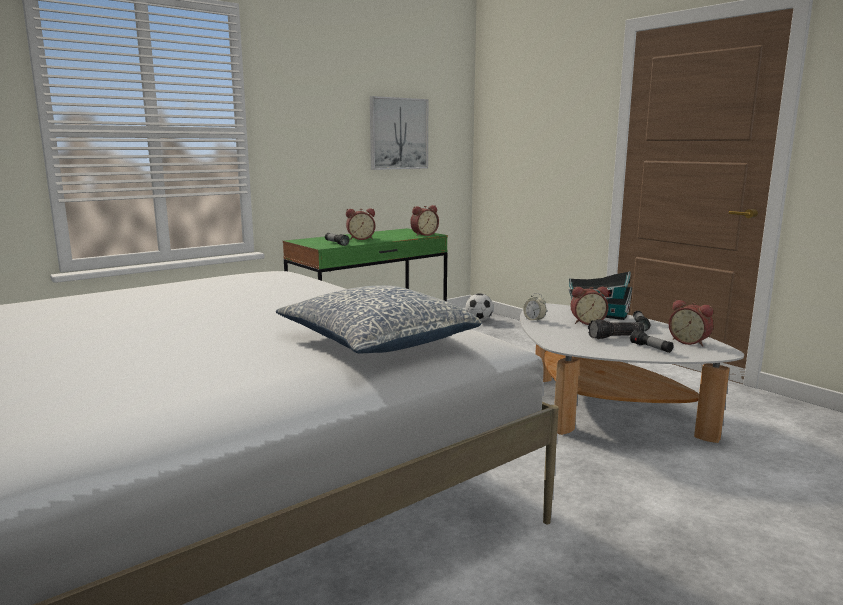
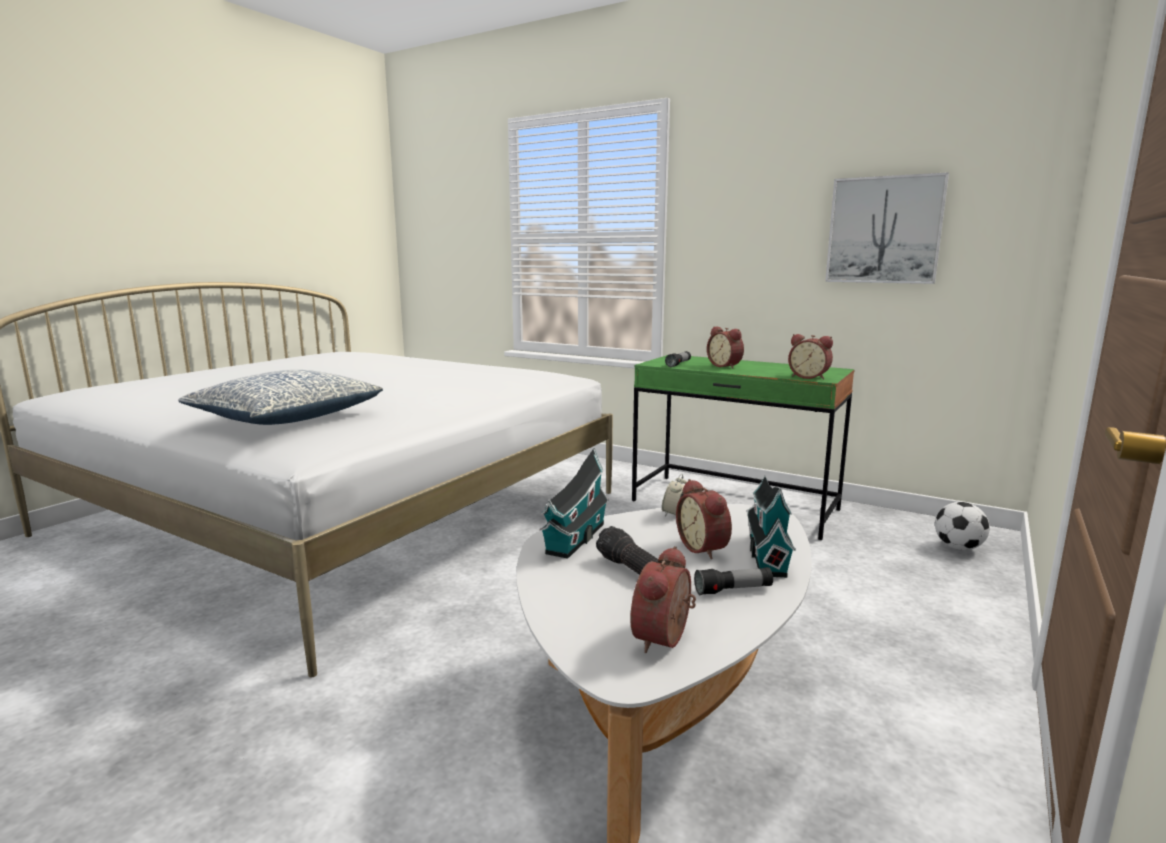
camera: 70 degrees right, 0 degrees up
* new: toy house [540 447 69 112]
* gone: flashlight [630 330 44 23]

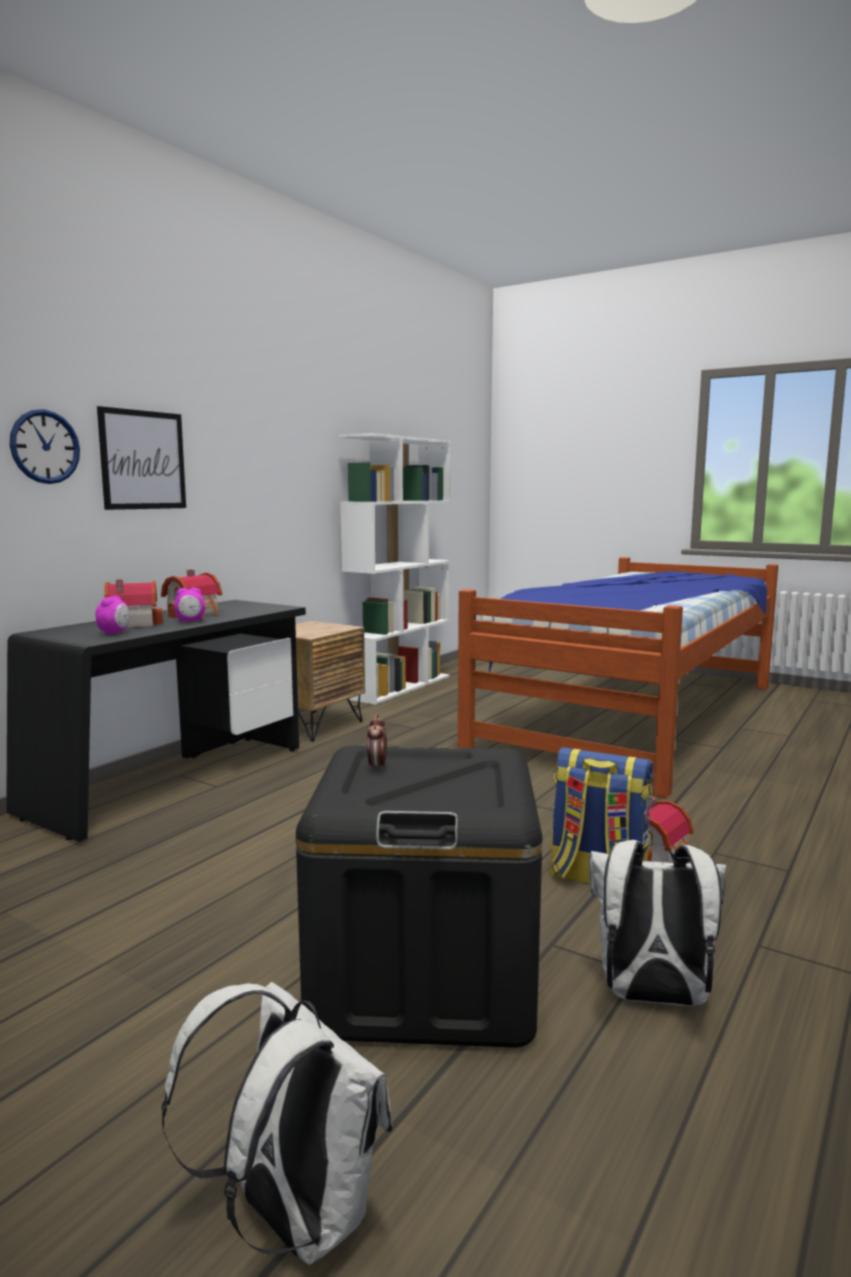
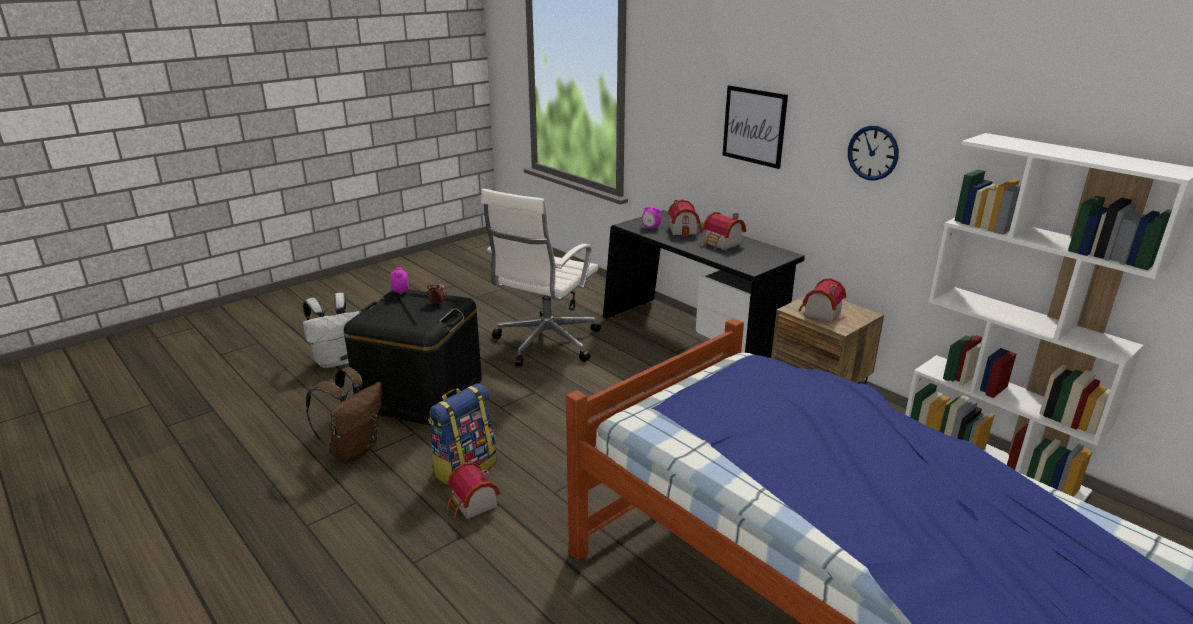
camera: 105 degrees right, 15 degrees up
* repainted: backpack (white) [589 840 137 166] to backpack (brown) [306 367 76 95]
* shifted: alarm clock [174 587 31 35] to [390 267 19 28]
* new: office chair (white) [481 189 120 177]
* new: toy house [799 278 47 44]
* shifted: wall clock [10 409 70 75] to [848 126 51 55]

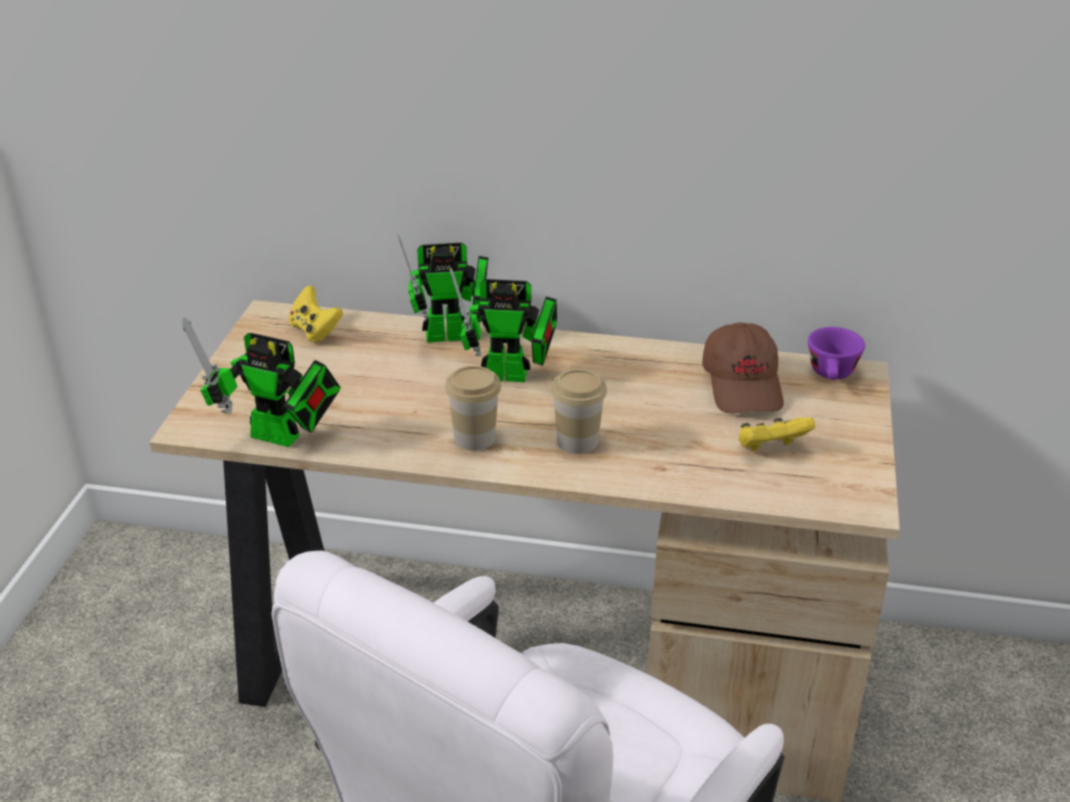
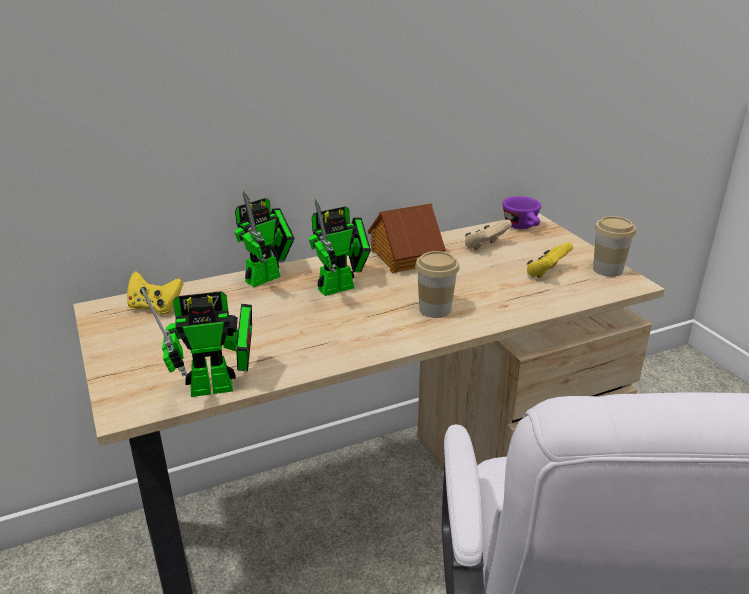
camera: 35 degrees left, 5 degrees down
* new: toy house [368 203 78 70]
* swapped: cap (brown) [702 322 82 92] to game controller (beige) [465 219 47 31]
* shifted: cup [445 366 56 85] to [593 216 43 61]

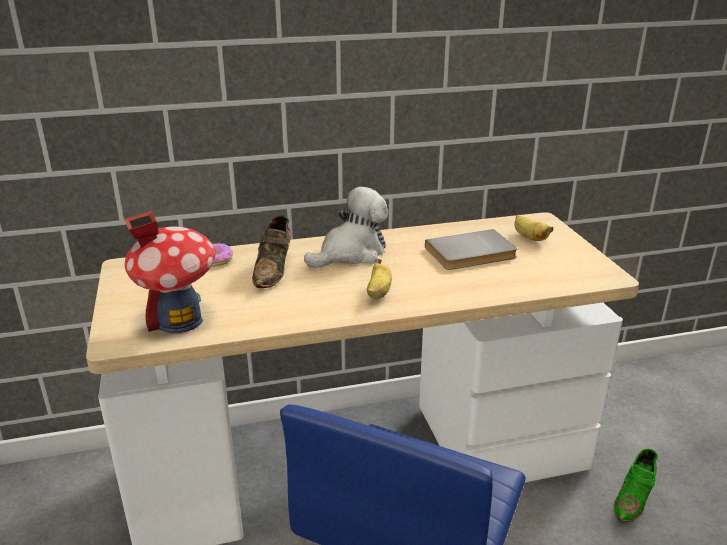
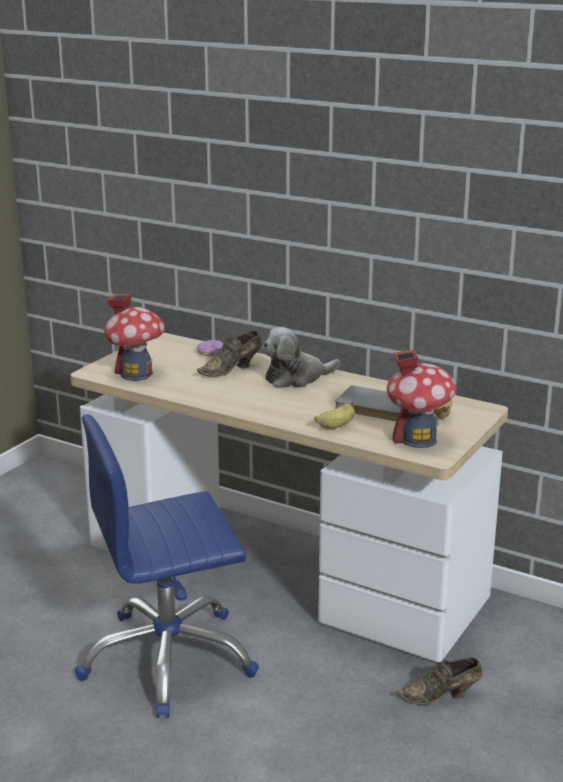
camera: 45 degrees right, 5 degrees down
* rotated: plush toy [304 187 84 81] = [262 327 78 61] 150 degrees clockwise
* shifted: banana [367 259 25 40] to [314 402 41 27]
* new: toy house [386 349 71 99]
* repainted: shoe (green) [614 449 44 73] to shoe (brown) [396 657 86 48]

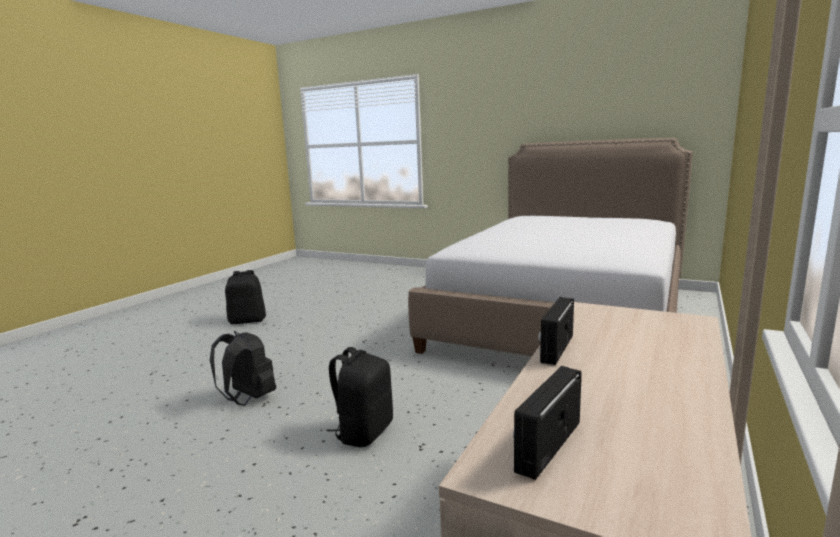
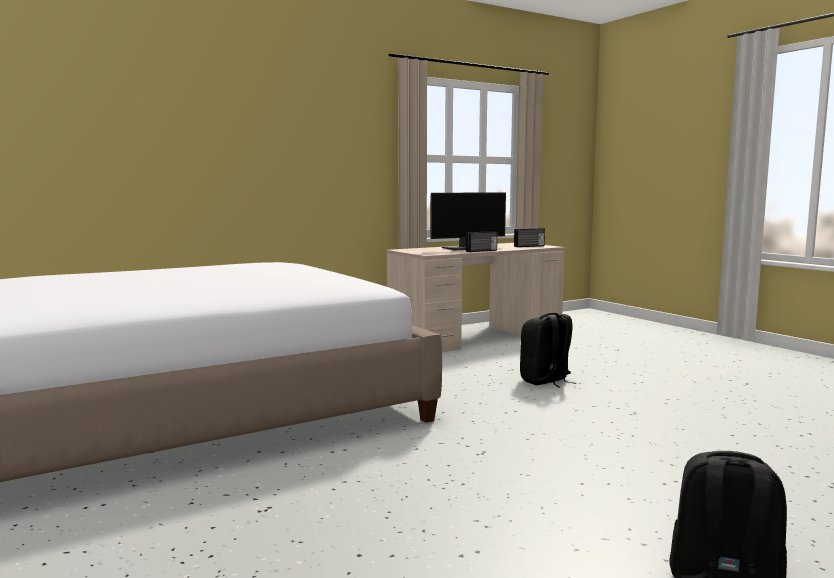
camera: 150 degrees left, 5 degrees down
* new: monitor [430 192 76 59]
* gone: backpack (black) [210 331 66 75]

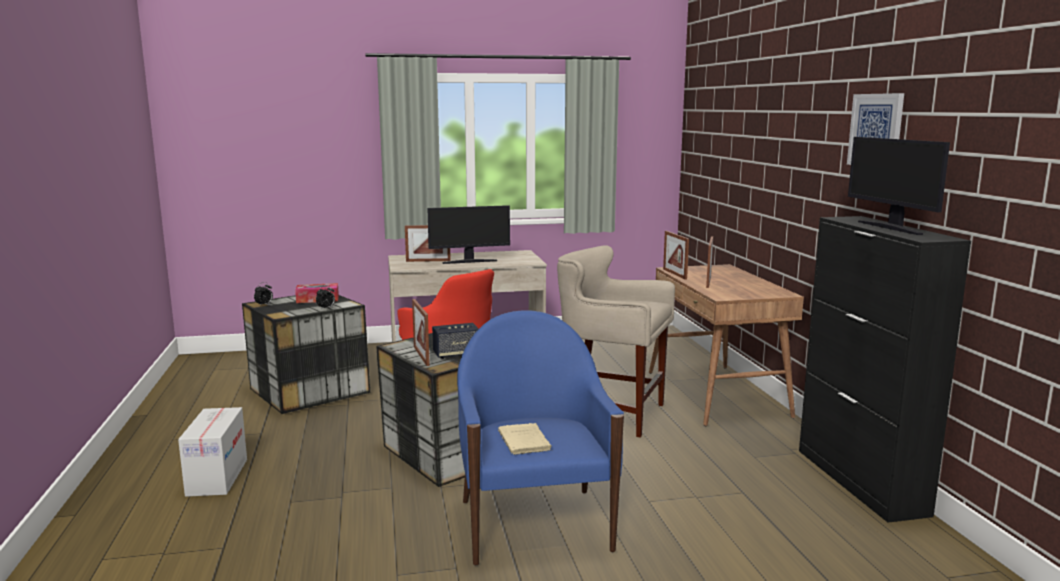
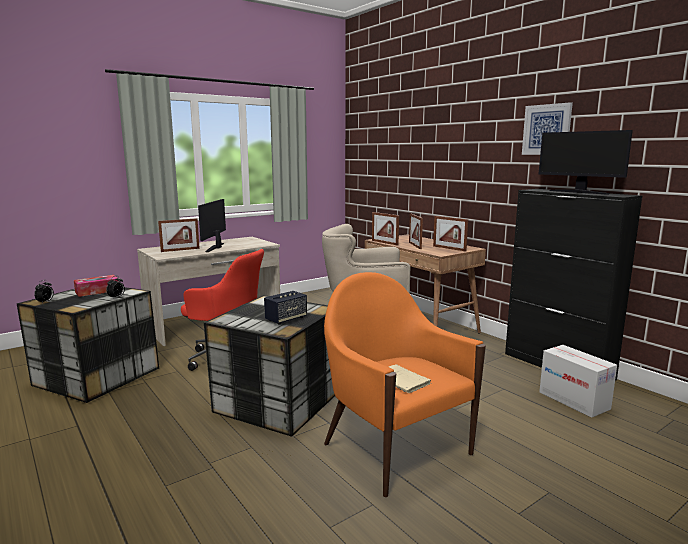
camera: 25 degrees left, 0 degrees up
* rotated: monitor [427 205 83 59] = [198 199 28 53] 135 degrees clockwise
* repainted: armchair (blue) [457 310 167 256] to armchair (orange) [324 272 162 225]
* shifted: picture frame [412 299 18 67] to [433 216 35 35]
* shifted: cardboard box [178 407 69 90] to [539 345 78 73]

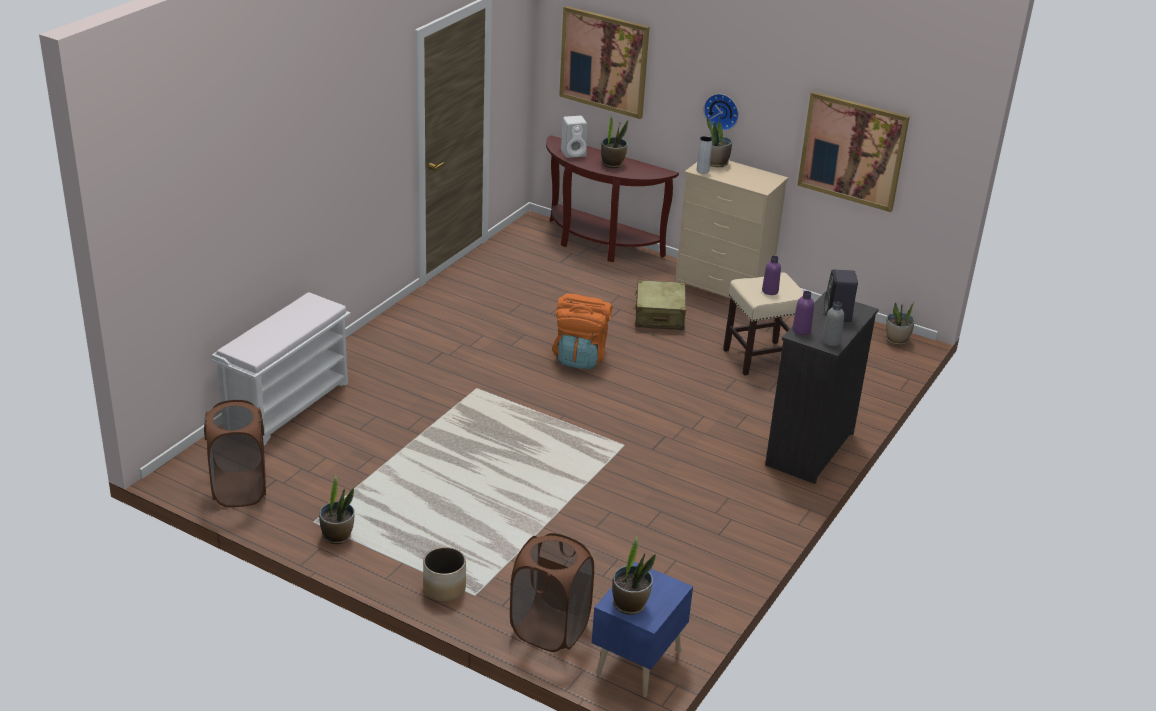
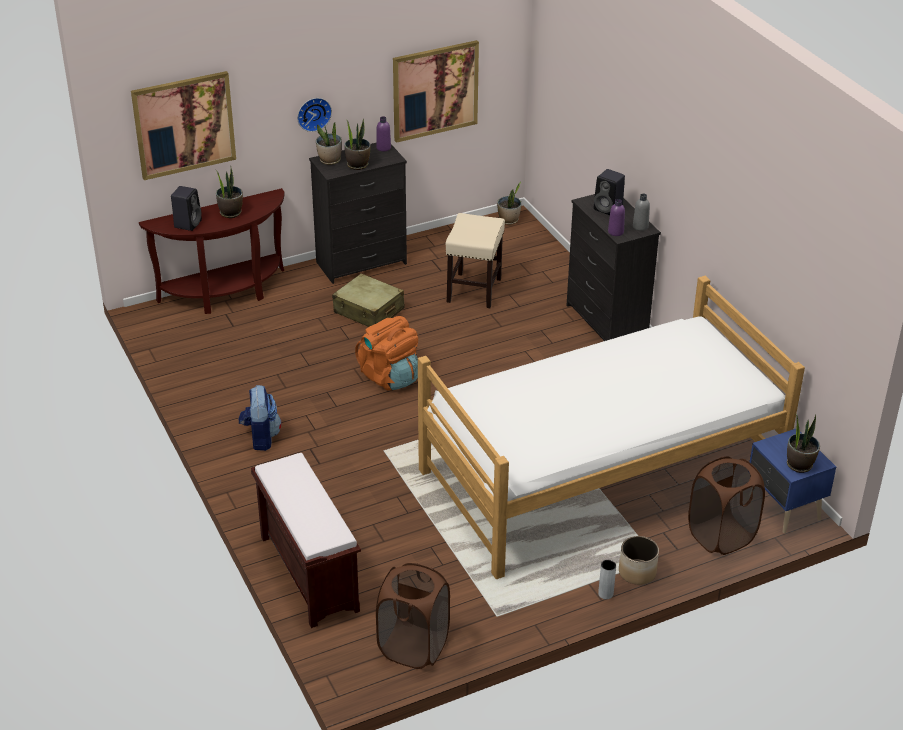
camera: 55 degrees left, 5 degrees up
* repainted: speaker (white) [561 116 26 42] to speaker (black) [171 186 31 45]
* new: backpack [239 385 43 66]
* repainted: bench (white) [212 292 139 154] to bench (brown) [251 453 110 175]
* repainted: dresser (beige) [675 160 113 138] to dresser (black) [309 143 98 141]
* shifted: potted plant [319 476 36 68] to [344 119 27 51]
* shifted: bottle (purple) [762 256 19 39] to [376 116 15 35]
* new: bed [418 276 387 303]
* shifted: vase (grey) [697 136 16 37] to [598 560 18 39]

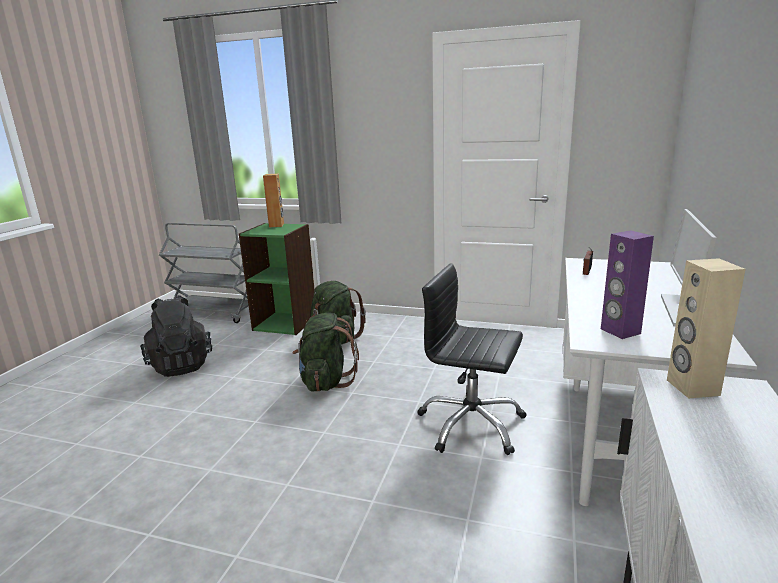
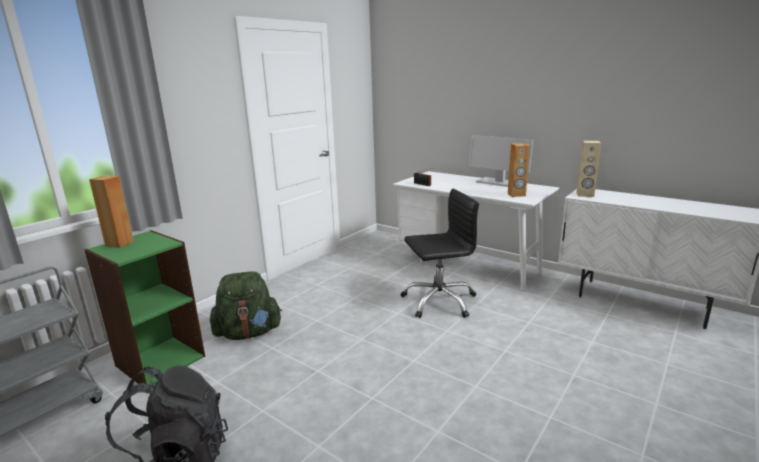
camera: 70 degrees left, 0 degrees up
* rotated: office chair (black) [417 263 110 192] = [400 188 79 130] 150 degrees counterclockwise
* repainted: speaker (purple) [601 230 53 109] to speaker (brown) [508 143 22 54]
* gone: backpack (green) [292 313 67 78]

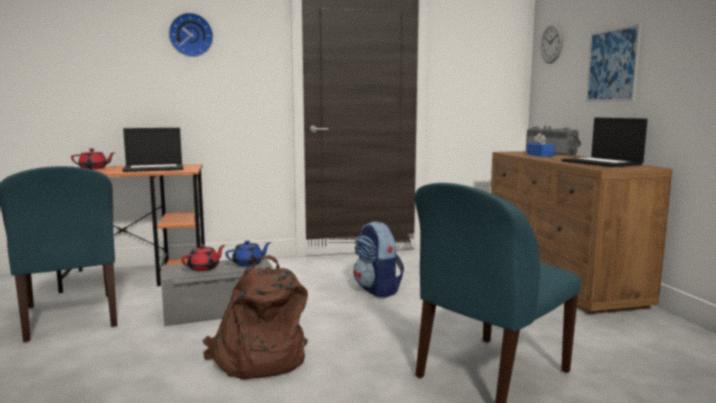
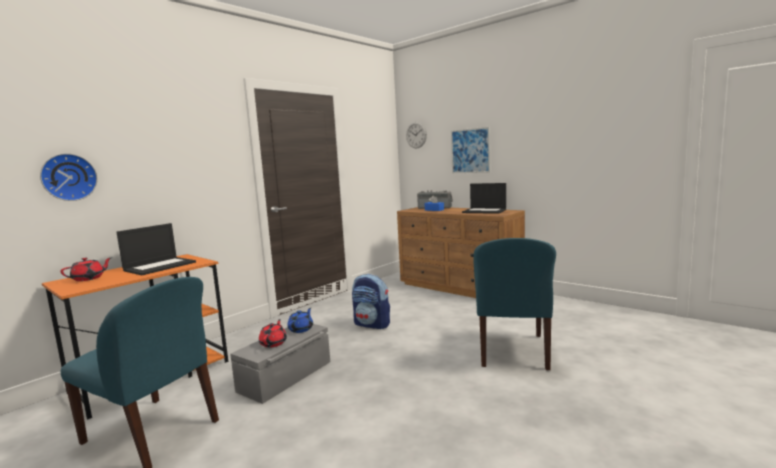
camera: 35 degrees left, 0 degrees up
* shifted: wall clock [169 13 44 44] to [40 153 58 48]
* gone: backpack (brown) [202 255 106 125]

